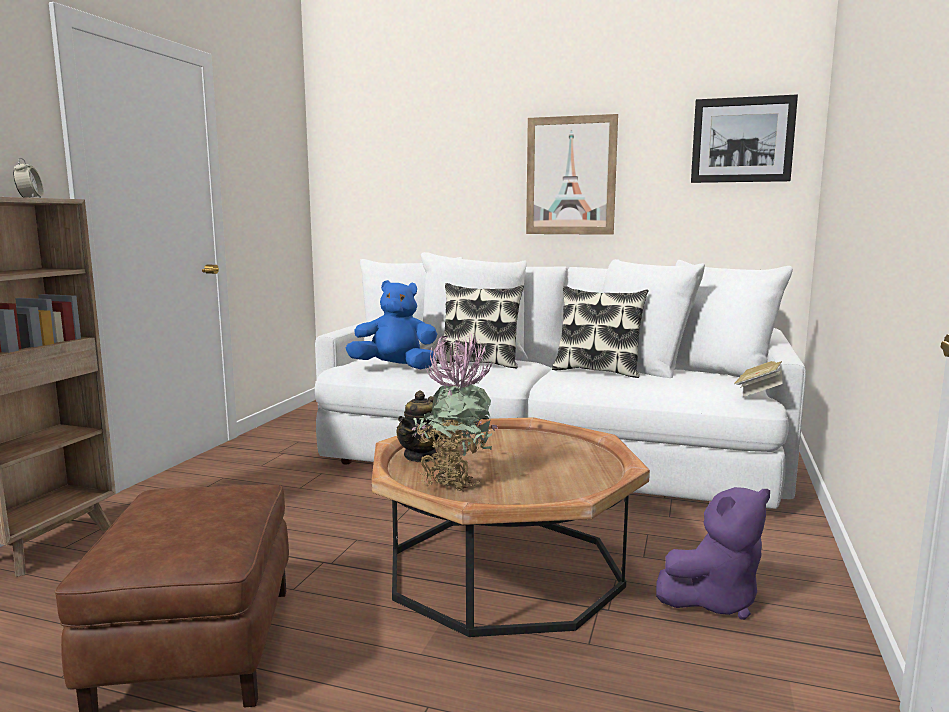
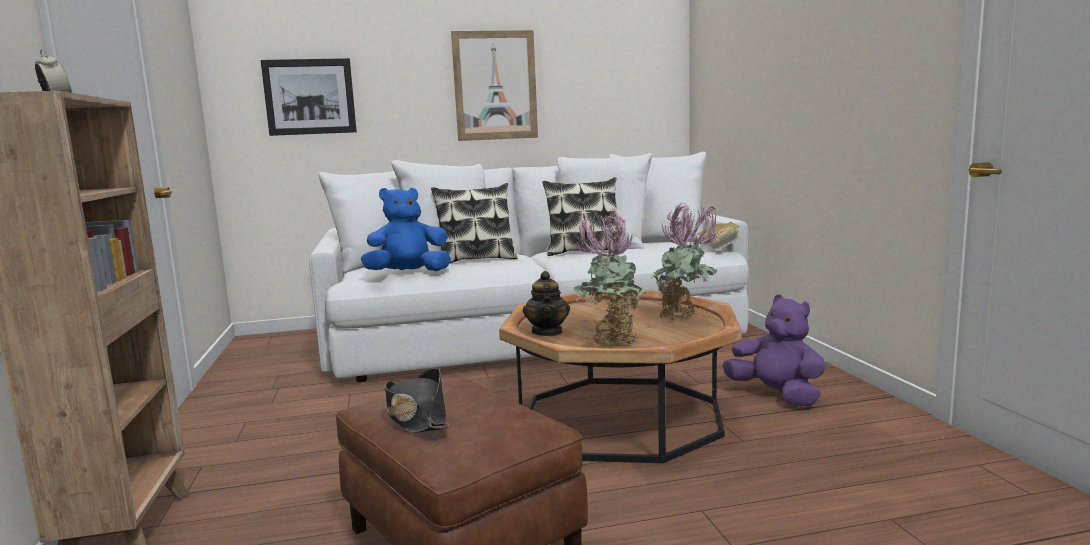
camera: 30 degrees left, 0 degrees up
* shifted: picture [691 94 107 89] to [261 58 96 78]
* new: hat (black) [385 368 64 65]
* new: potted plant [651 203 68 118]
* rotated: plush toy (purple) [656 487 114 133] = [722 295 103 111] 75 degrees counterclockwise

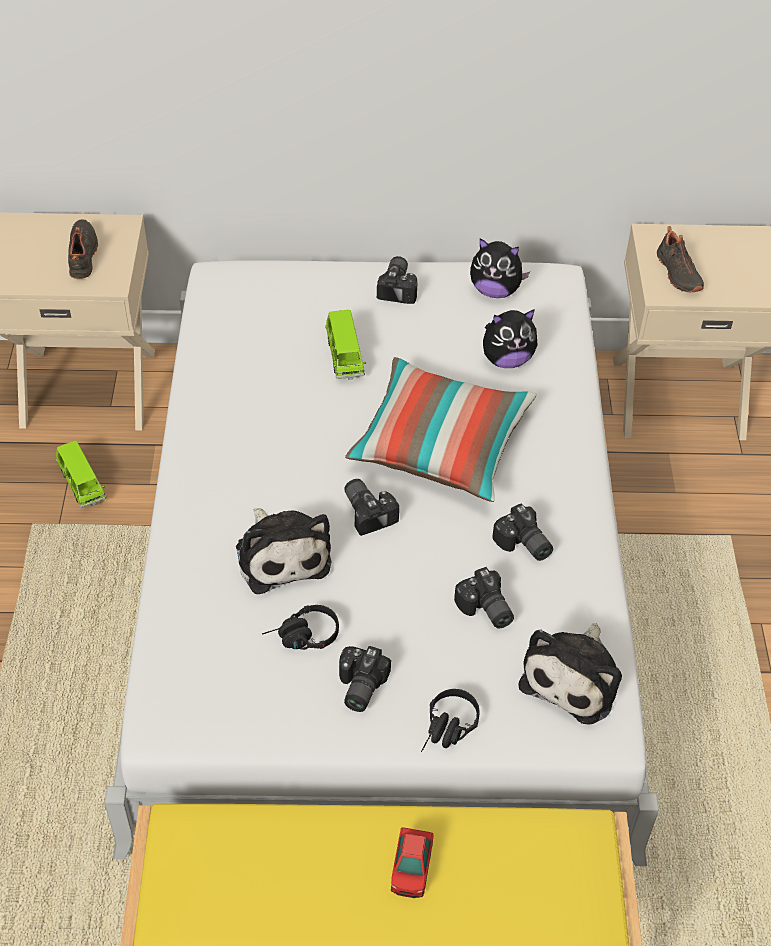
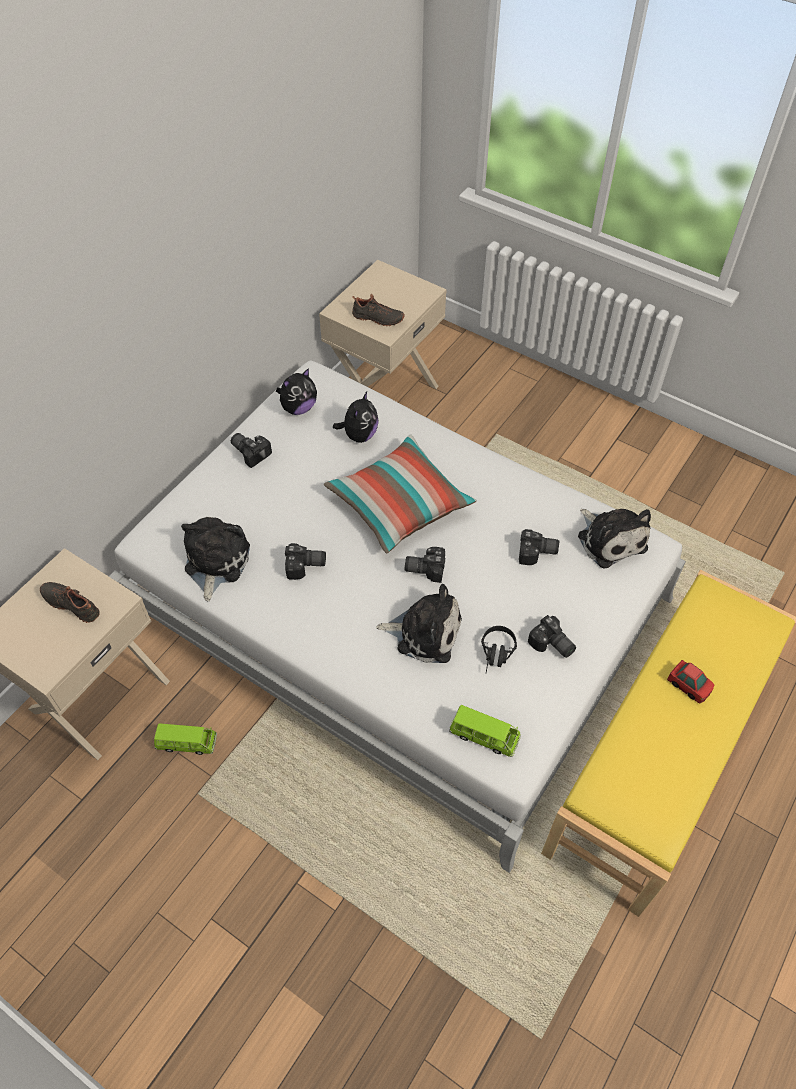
camera: 55 degrees left, 5 degrees up
* new: plush toy [181 517 69 84]
* shifted: photo camera [492 503 61 58] to [285 543 41 37]
* shifted: toy car (green) [325 310 41 70] to [449 705 72 52]
* gone: headphones (black) [421 689 59 63]

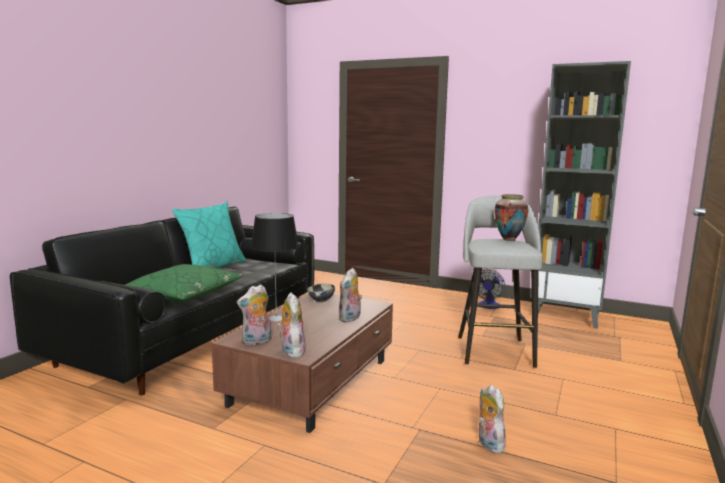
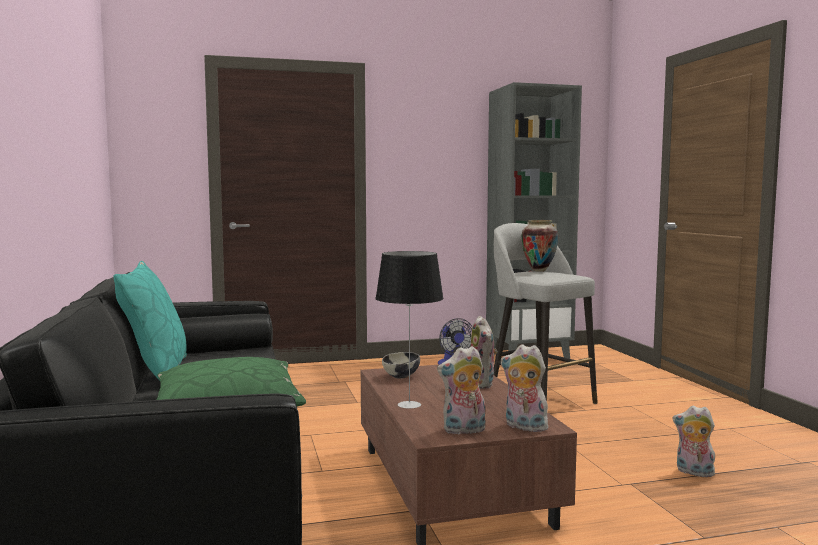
camera: 40 degrees left, 5 degrees down
* rotated: plush toy [237 284 34 61] = [437 346 48 89] 60 degrees clockwise

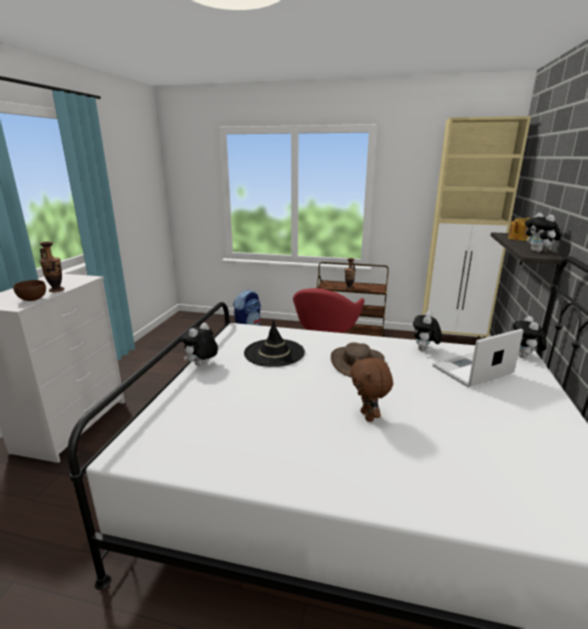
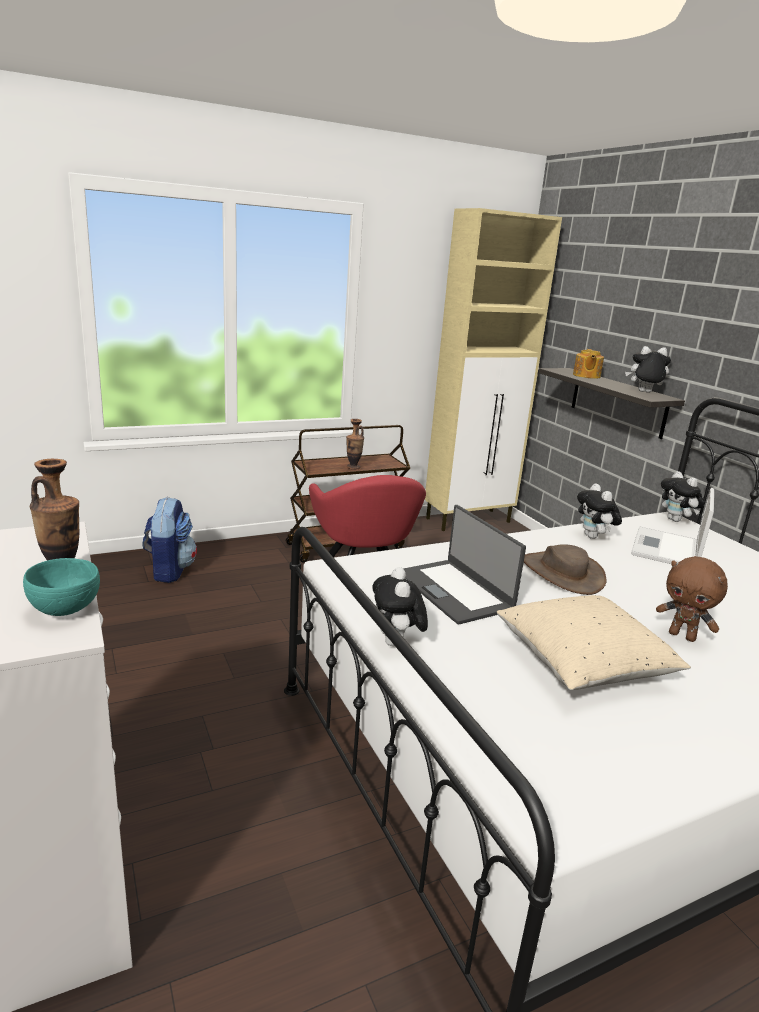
camera: 40 degrees left, 0 degrees up
* repainted: bowl (brown) [13 280 33 21] to bowl (turquoise) [23 558 77 58]
* swapped: hat (black) [244 320 61 47] to laptop [403 505 123 119]
* new: pillow (beige) [497 595 194 95]
* rotated: plush toy [525 213 37 39] = [625 346 46 47] 150 degrees clockwise

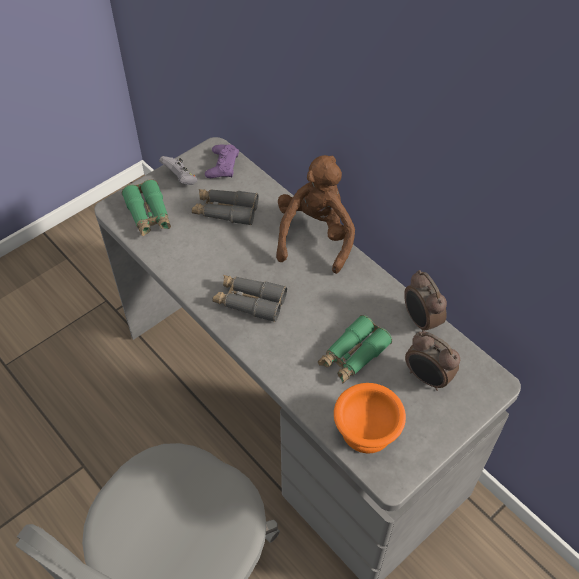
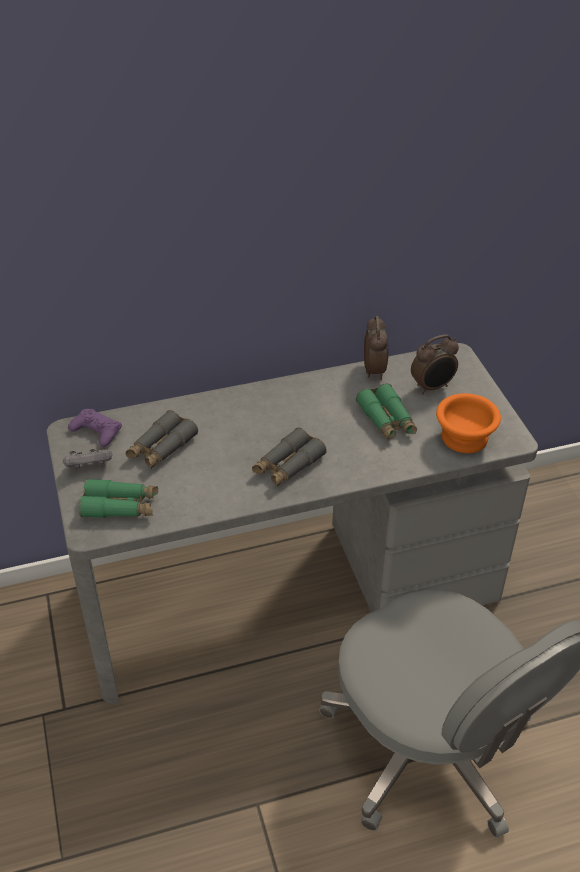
camera: 65 degrees left, 10 degrees down
* rotated: alarm clock [404 270 43 61] = [364 315 24 65] 90 degrees counterclockwise
* gone: plush toy (brown) [276 155 79 119]

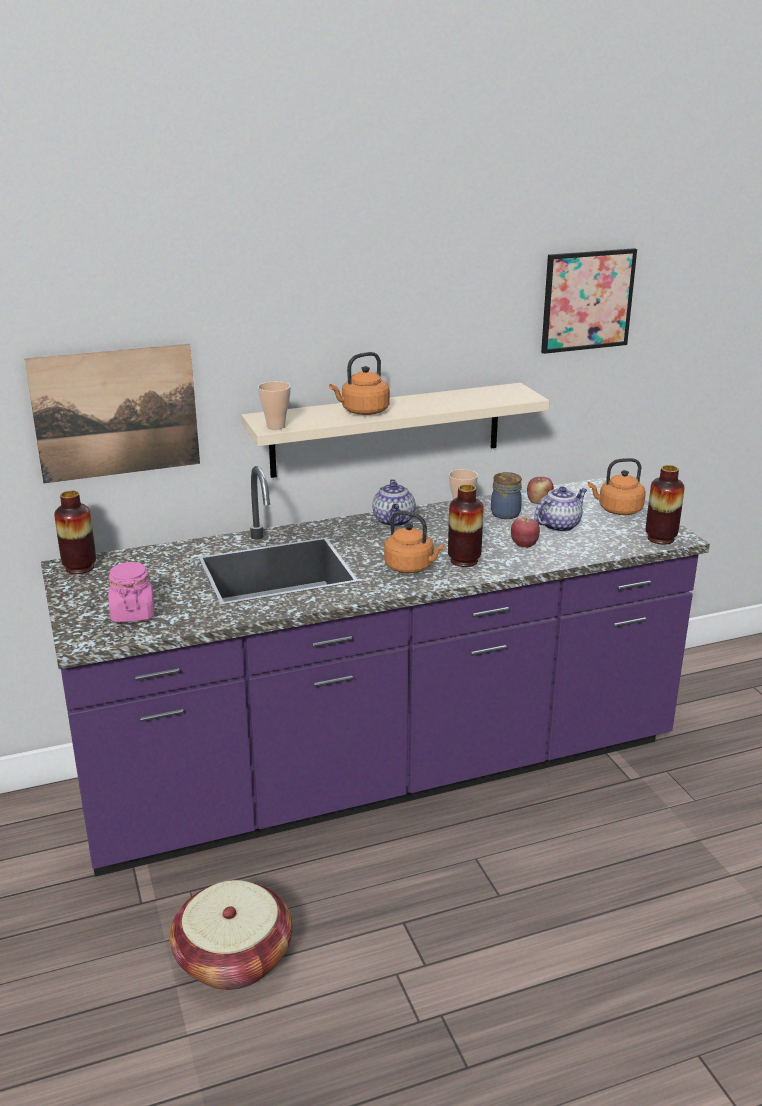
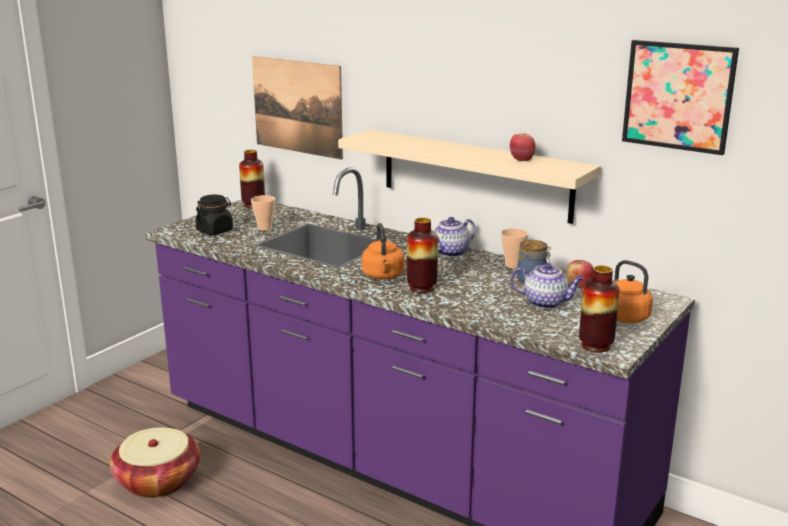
camera: 55 degrees right, 5 degrees down
* repainted: jar (pink) [108 562 46 60] to jar (black) [195 195 38 40]
* shifted: cup [258 382 33 48] to [251 195 24 36]
* shifted: apple [511 517 29 31] to [510 133 26 28]
* gone: kettle (orange) [329 352 61 63]

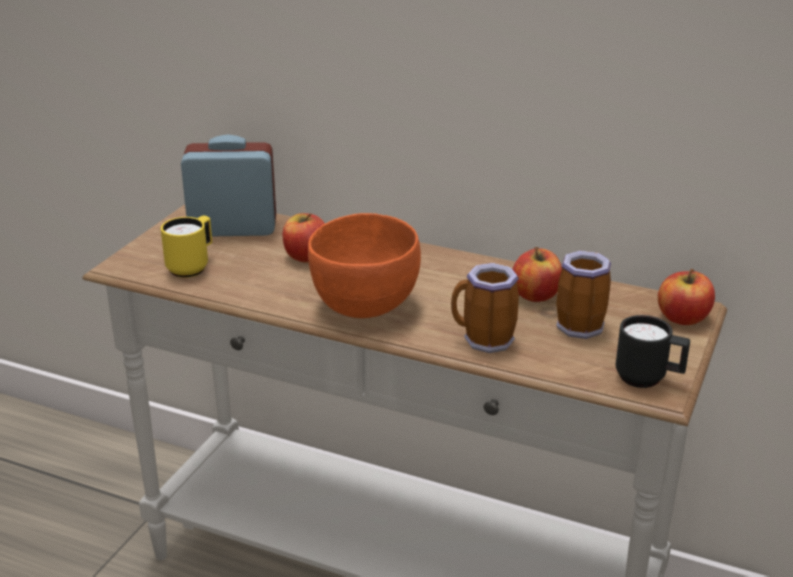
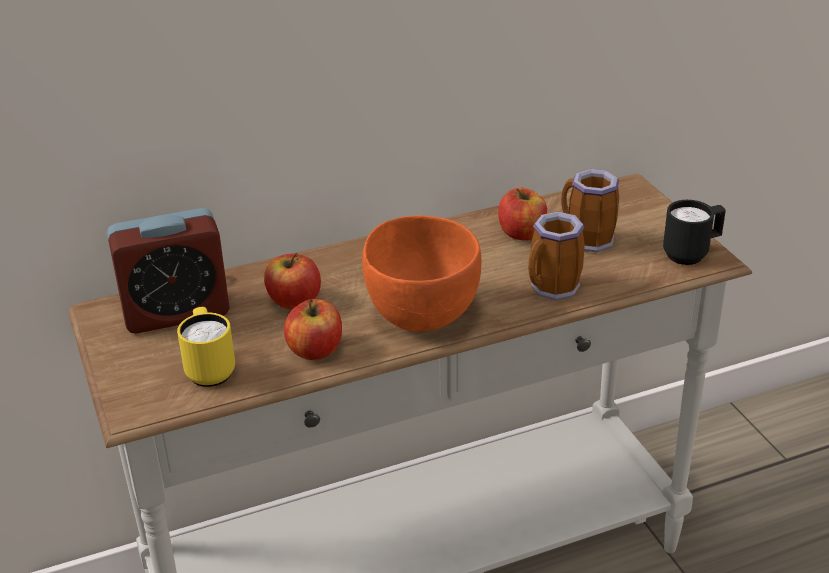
camera: 45 degrees left, 5 degrees up
* rotated: alarm clock [181 135 95 101] = [107 208 123 126] 150 degrees counterclockwise
* shifted: apple [658 269 57 56] to [284 299 58 61]

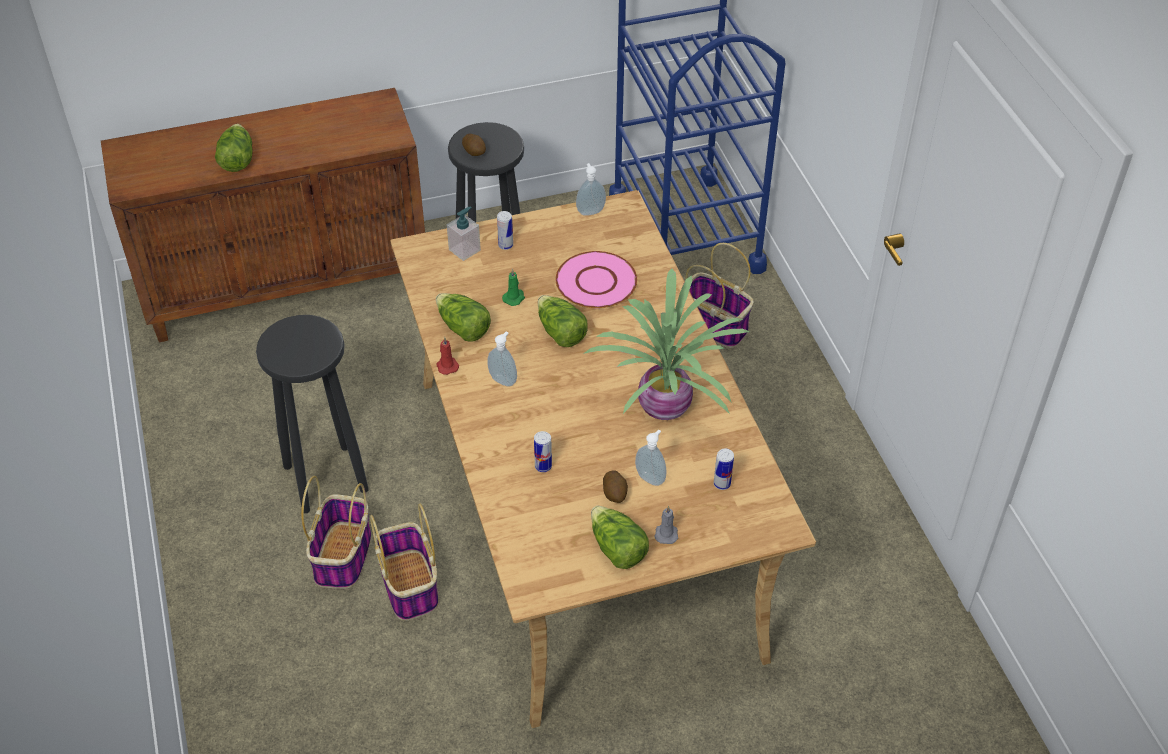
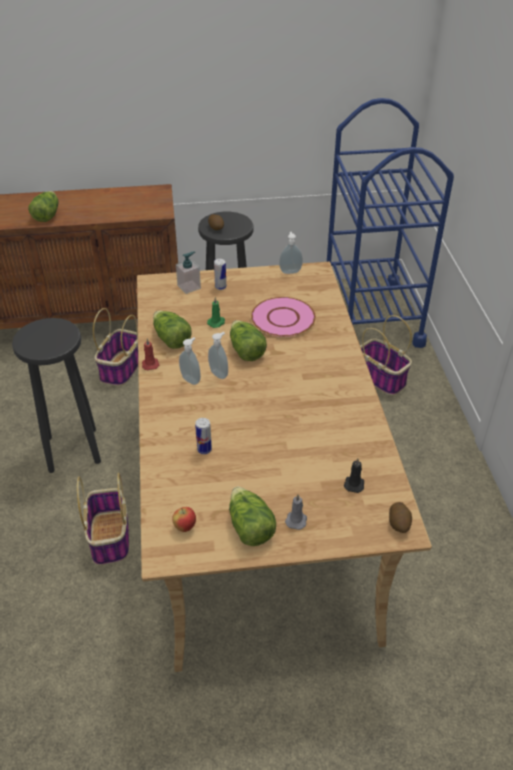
camera: 10 degrees right, 5 degrees down
* shifted: basket [301 476 70 113] to [93 308 45 78]
* new: apple [172 507 24 25]
* shifted: soap dispenser [635 430 32 56] to [208 332 20 47]
* swapped: can [714 449 20 41] to candle (black) [344 458 20 35]
* shifted: potato [603 470 25 33] to [389 502 23 31]
* gone: potted plant [583 269 167 151]

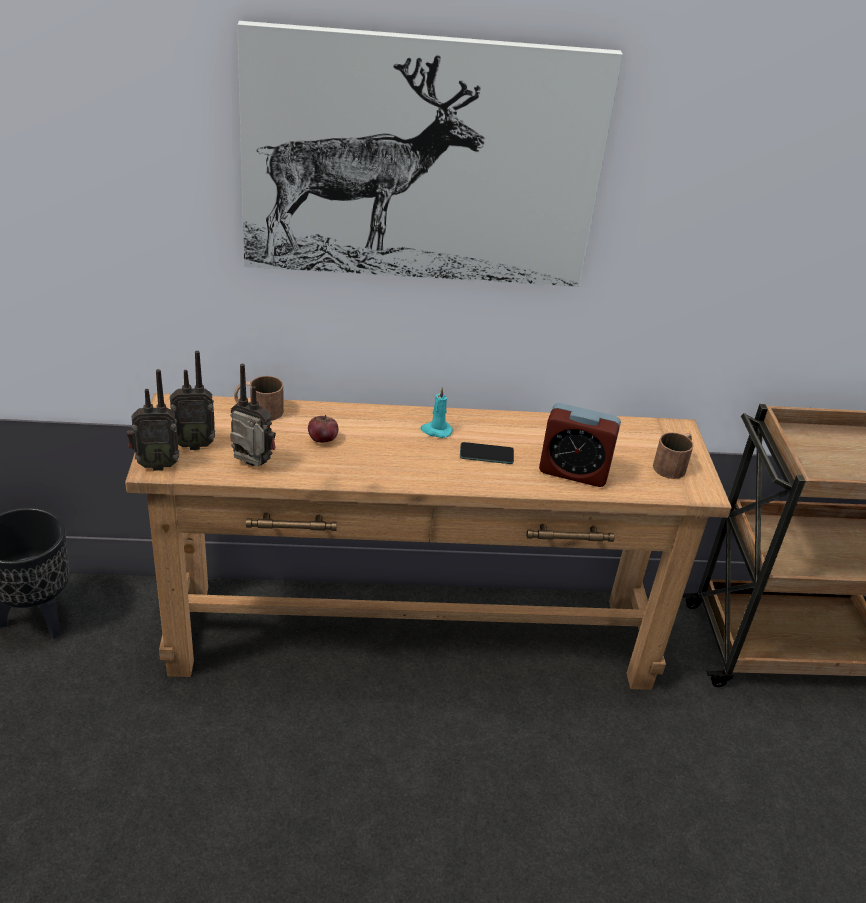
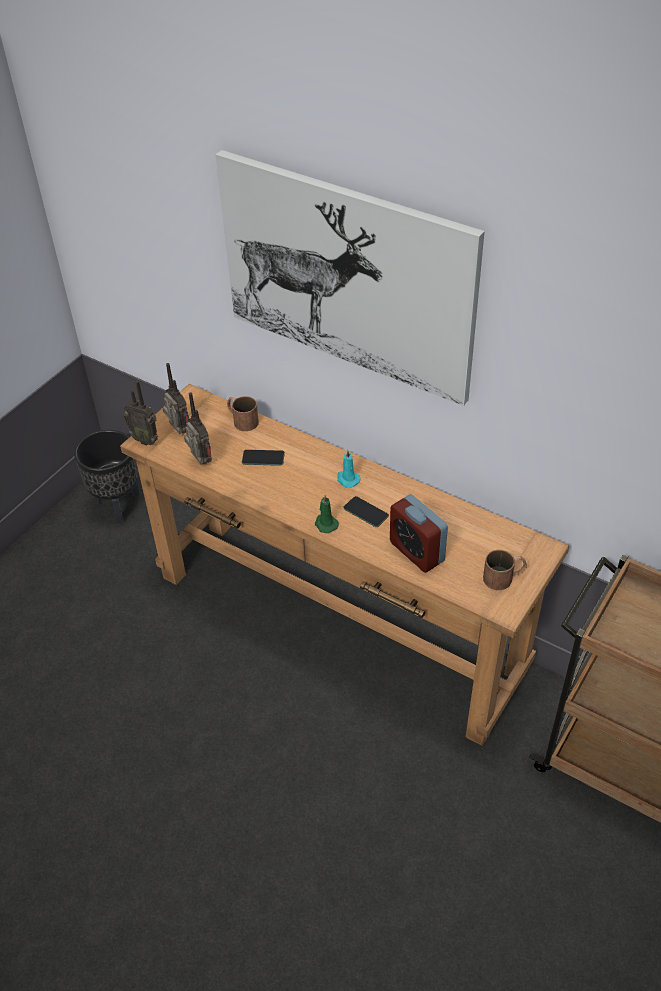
camera: 40 degrees right, 10 degrees up
* rotated: radio [170 351 45 99] = [163 363 26 71] 150 degrees counterclockwise
* swapped: apple [308 415 30 28] to phone [242 450 43 16]
* new: candle (green) [315 495 24 38]

